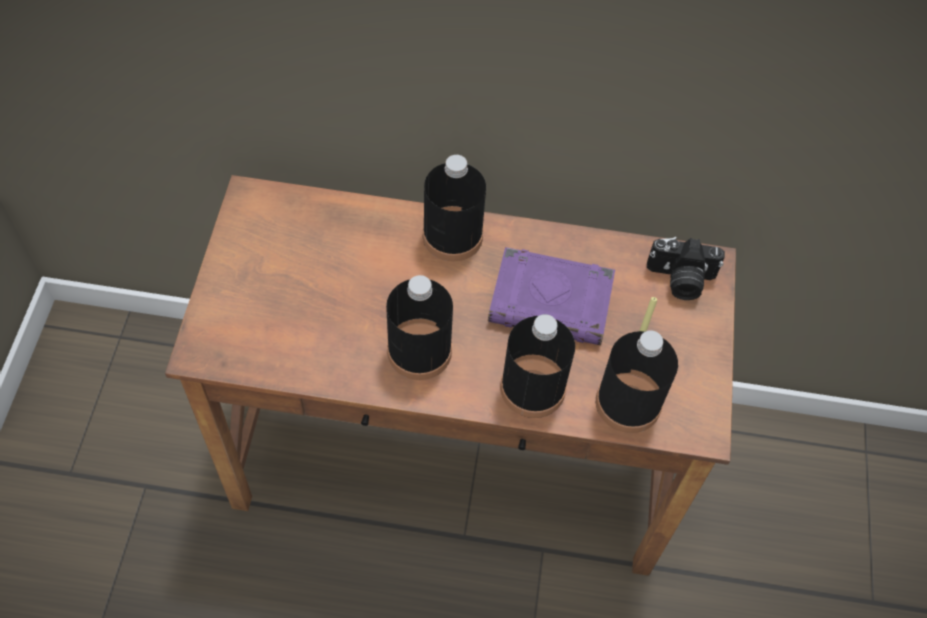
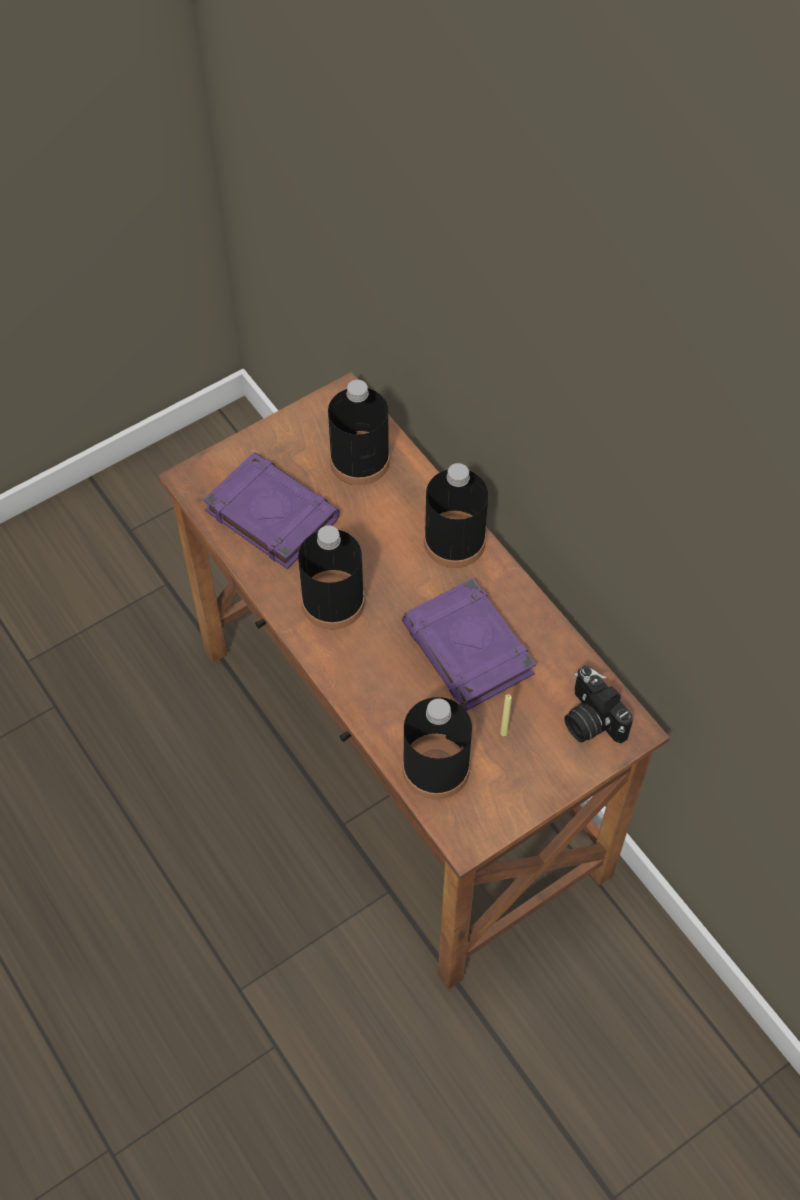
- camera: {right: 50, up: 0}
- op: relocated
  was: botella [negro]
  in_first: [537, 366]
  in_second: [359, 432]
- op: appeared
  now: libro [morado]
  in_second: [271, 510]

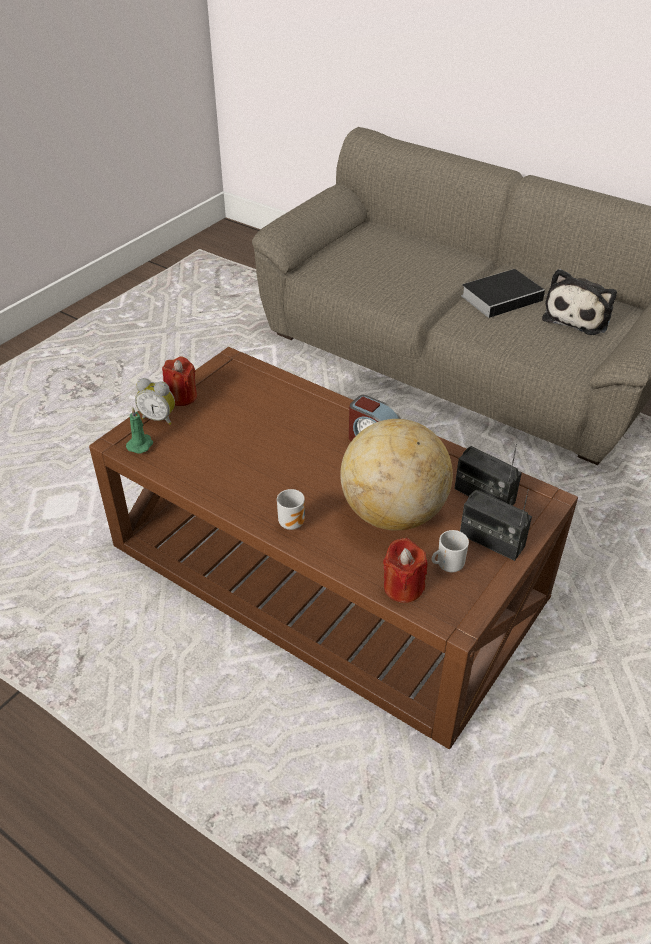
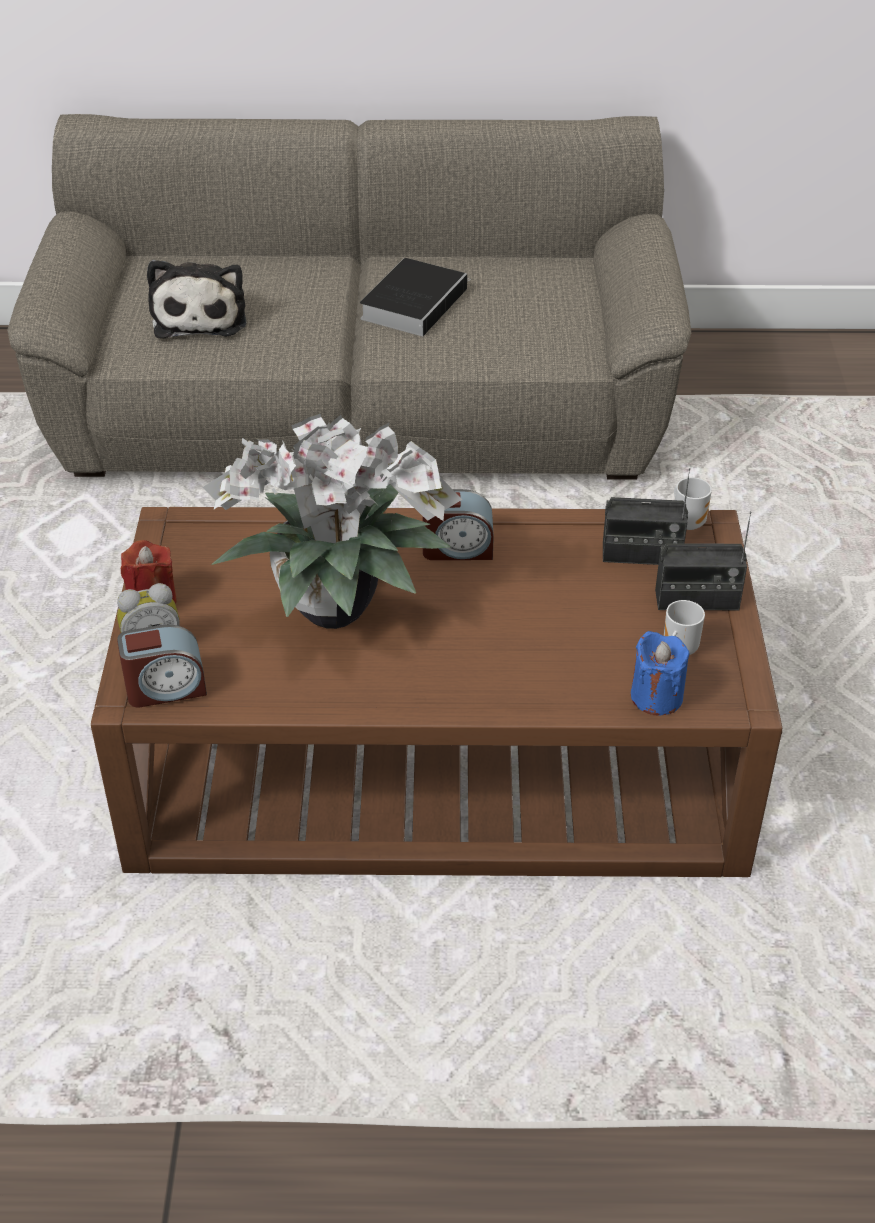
- camera: {right: -35, up: 0}
- op: exchanged
  was: vela [verde]
  now: despertador
  in_first: [139, 431]
  in_second: [162, 666]
- op: relocated
  was: taza grande
  in_first: [291, 509]
  in_second: [693, 503]
- op: missing
  was: globo terráqueo
  in_first: [396, 475]
- op: colour
  was: vela [rojo]
  now: vela [azul]
  in_first: [405, 570]
  in_second: [660, 673]
- op: relocated
  was: peluche
  in_first: [579, 302]
  in_second: [196, 299]
- op: appeared
  now: planta en maceta
  in_second: [332, 521]

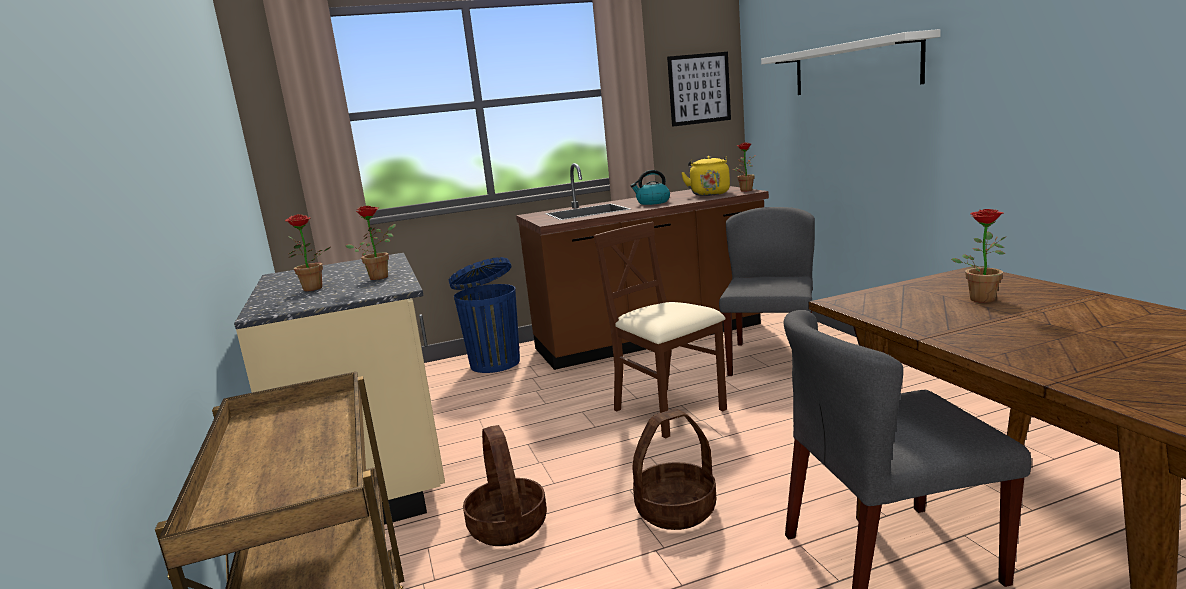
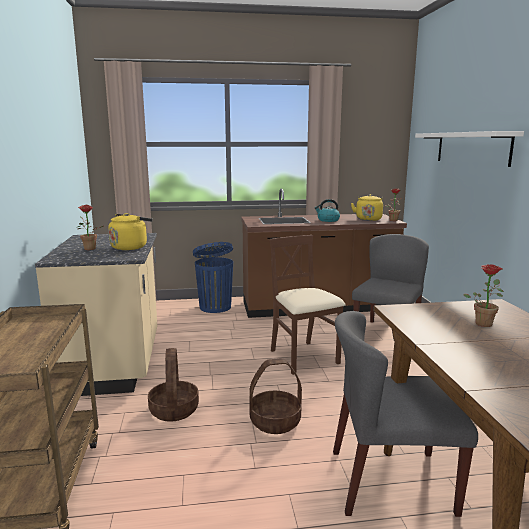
- camera: {right: 10, up: 0}
- op: exchanged
  was: planta en maceta
  now: hervidor [amarillo]
  in_first: [370, 243]
  in_second: [130, 231]
- op: missing
  was: cuadro
  in_first: [699, 89]

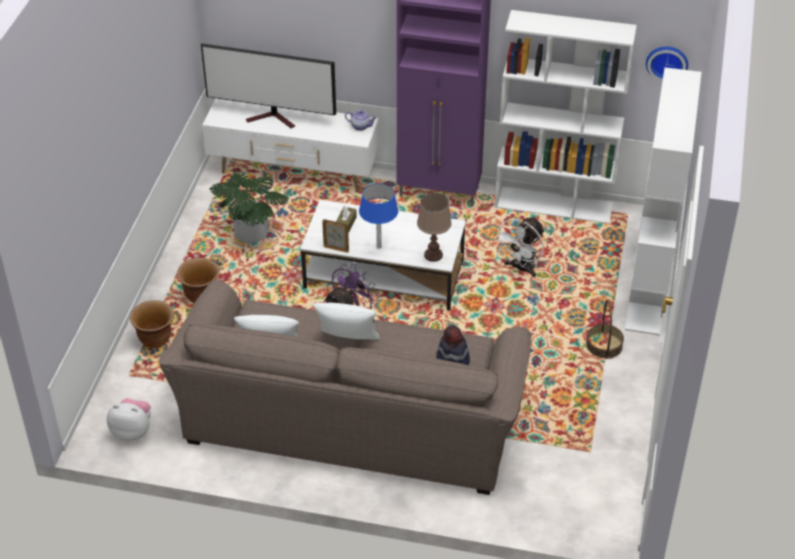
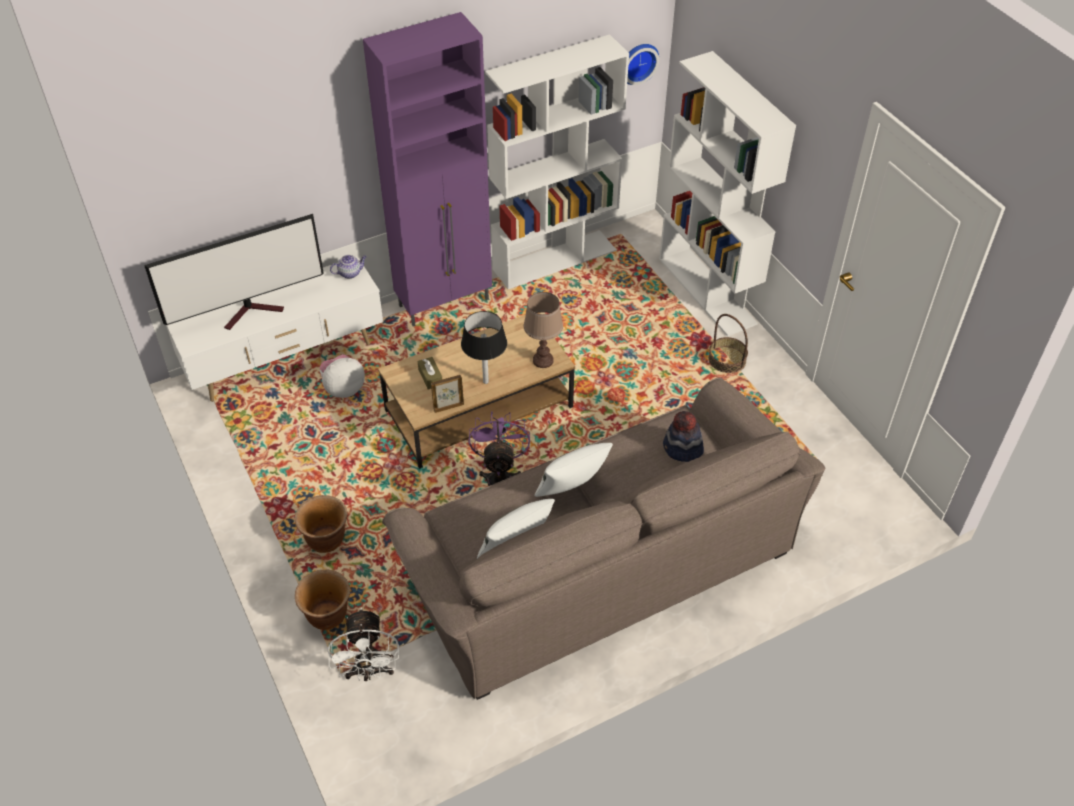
- camera: {right: -40, up: 5}
- op: relocated
  was: peluche
  in_first: [129, 420]
  in_second: [342, 376]
- op: missing
  was: planta en maceta
  in_first: [249, 208]
- op: colour
  was: mesa de centro [blanco]
  now: mesa de centro [marrón]
  in_first: [383, 255]
  in_second: [476, 392]
- op: colour
  was: lámpara de mesa [azul]
  now: lámpara de mesa [negro]
  in_first: [378, 216]
  in_second: [484, 347]
- op: relocated
  was: ventilador [blanco]
  in_first: [519, 247]
  in_second: [363, 644]

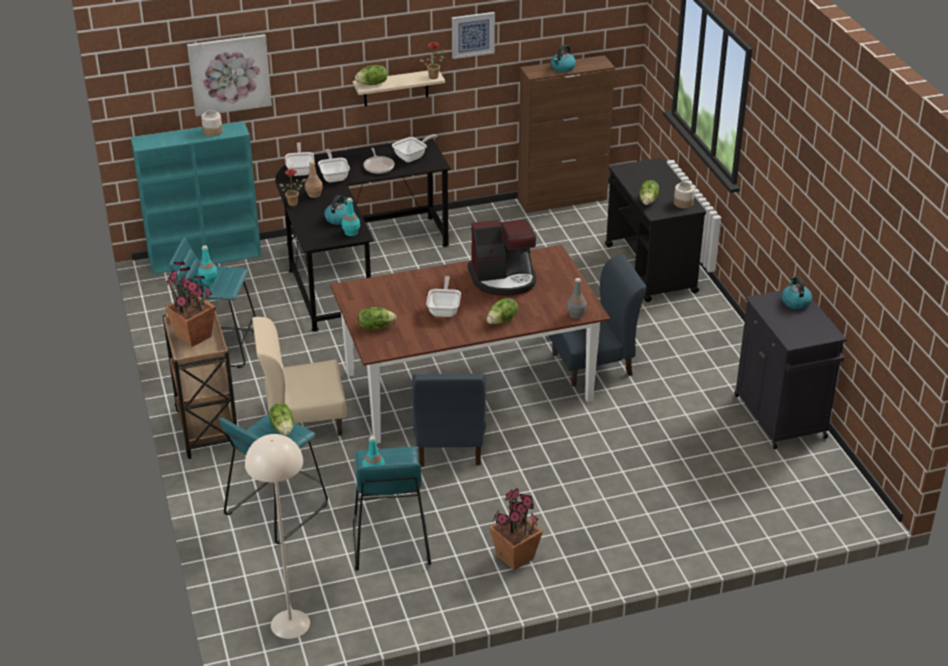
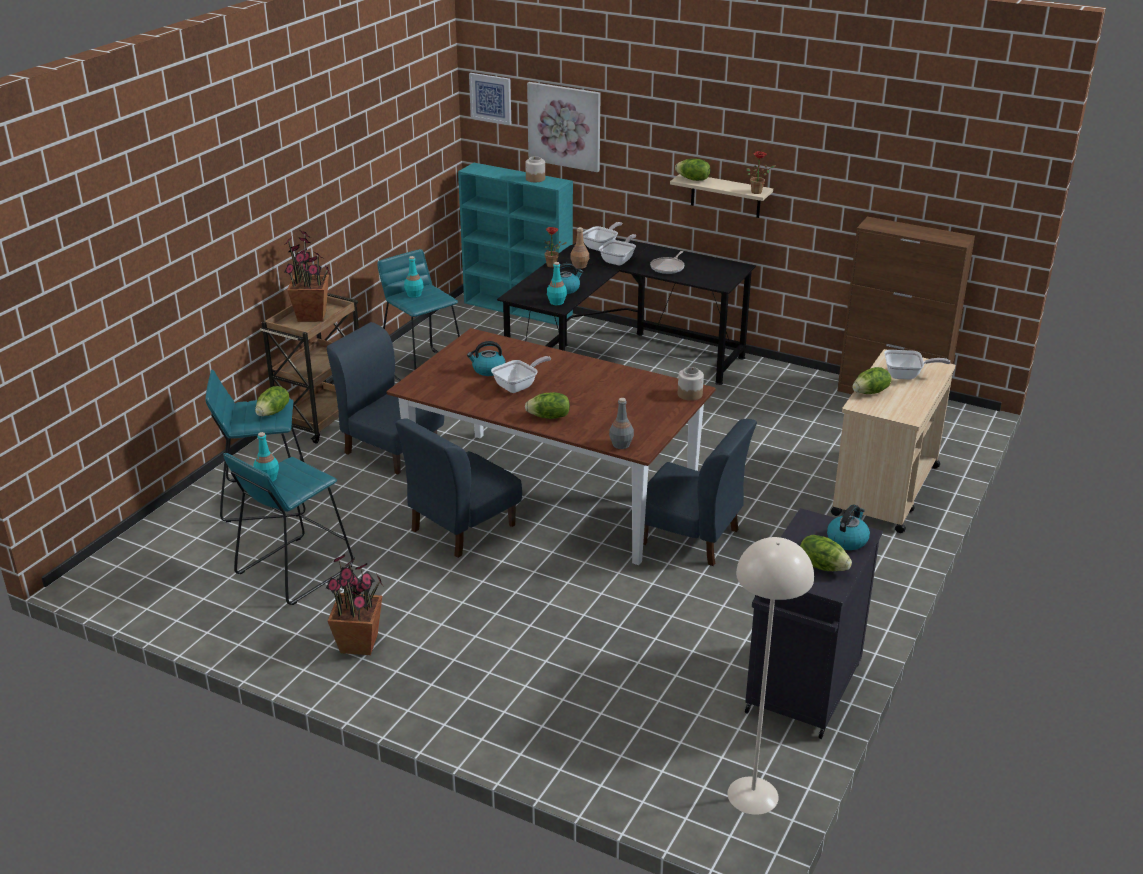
- camera: {right: 45, up: -5}
- op: relocated
  was: lámpara de pie [beis]
  in_first: [277, 536]
  in_second: [770, 676]
- op: colour
  was: silla [beis]
  now: silla [azul]
  in_first: [299, 376]
  in_second: [385, 398]
- op: relocated
  was: lechuga
  in_first: [377, 318]
  in_second: [826, 552]
- op: relocated
  was: sartén
  in_first: [414, 148]
  in_second: [917, 364]
- op: relocated
  was: cuadro
  in_first: [473, 35]
  in_second: [490, 99]
- op: missing
  was: cafetera
  in_first: [502, 257]
- op: relocated
  was: hervidor
  in_first: [563, 58]
  in_second: [486, 358]
- op: colour
  was: carrito [negro]
  now: carrito [beis]
  in_first: [655, 230]
  in_second: [893, 441]
- op: relocated
  was: tarro
  in_first: [684, 195]
  in_second: [691, 384]

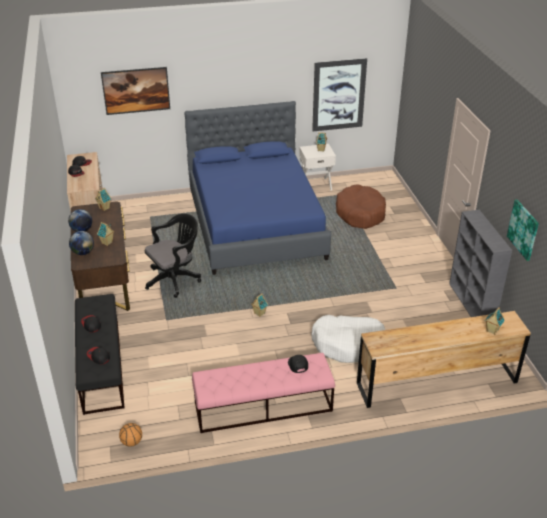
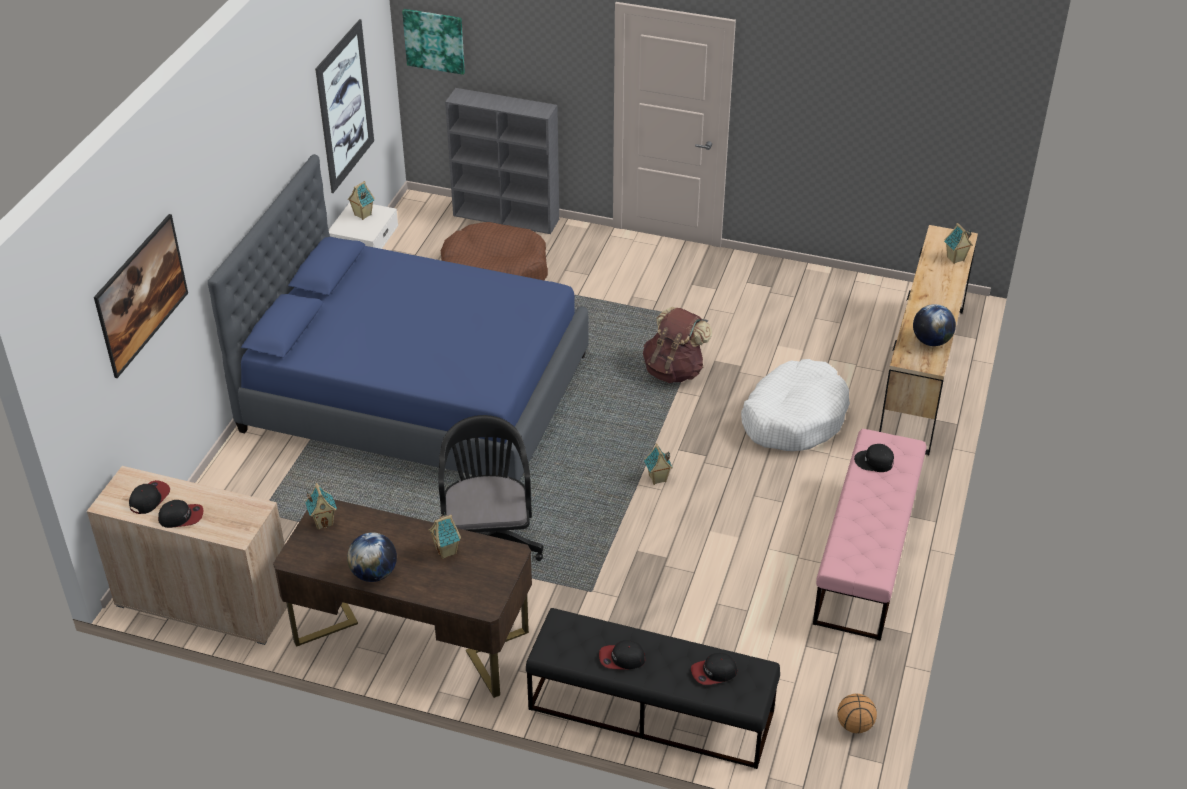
- camera: {right: -60, up: 5}
- op: relocated
  was: globo terráqueo
  in_first: [81, 243]
  in_second: [934, 325]
- op: relocated
  was: estantería [gris]
  in_first: [480, 263]
  in_second: [502, 161]
- op: relocated
  was: cuadro
  in_first: [523, 230]
  in_second: [433, 42]
- op: appeared
  now: mochila [marrón]
  in_second: [677, 345]

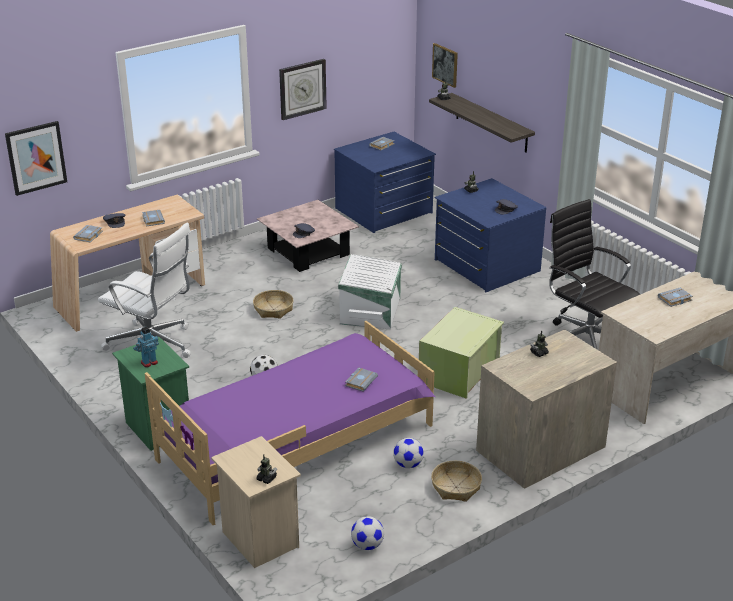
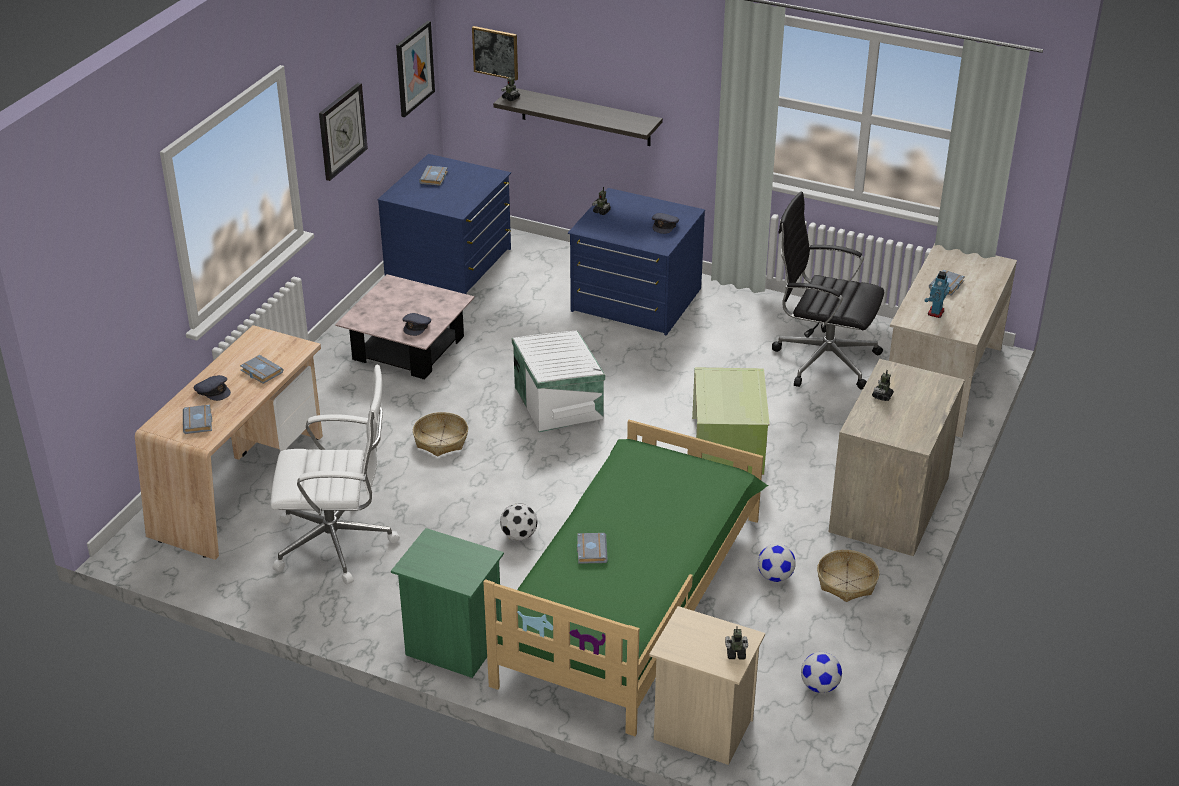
- camera: {right: -30, up: 5}
- op: relocated
  was: cuadro
  in_first: [36, 158]
  in_second: [415, 69]
- op: relocated
  was: robot de juguete
  in_first: [146, 347]
  in_second: [937, 294]
- op: colour
  was: cama [morado]
  now: cama [verde]
  in_first: [290, 423]
  in_second: [625, 578]
- op: relocated
  was: libro [gris]
  in_first: [361, 379]
  in_second: [592, 548]

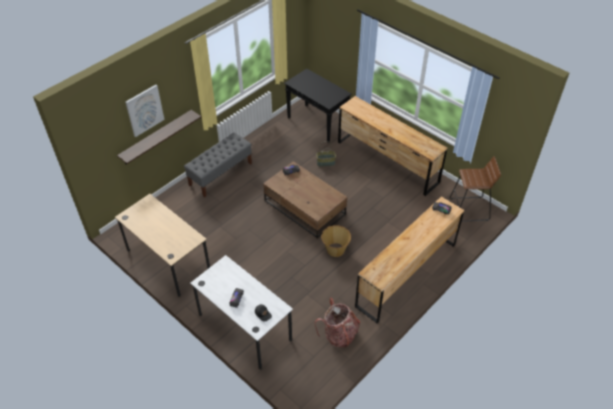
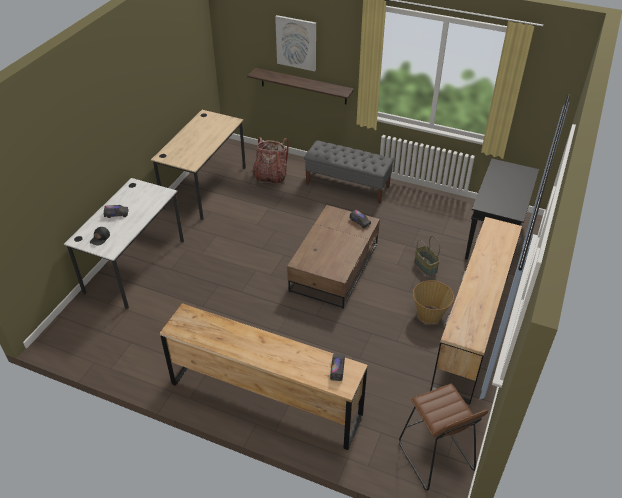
- camera: {right: 70, up: -5}
- op: relocated
  was: mochila
  in_first: [337, 323]
  in_second: [270, 160]
- op: relocated
  was: cesta
  in_first: [336, 241]
  in_second: [433, 302]

